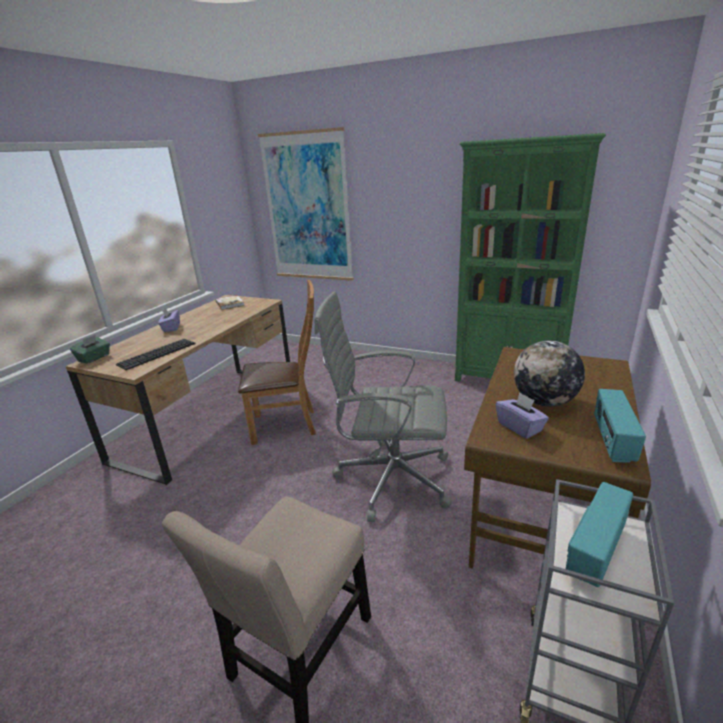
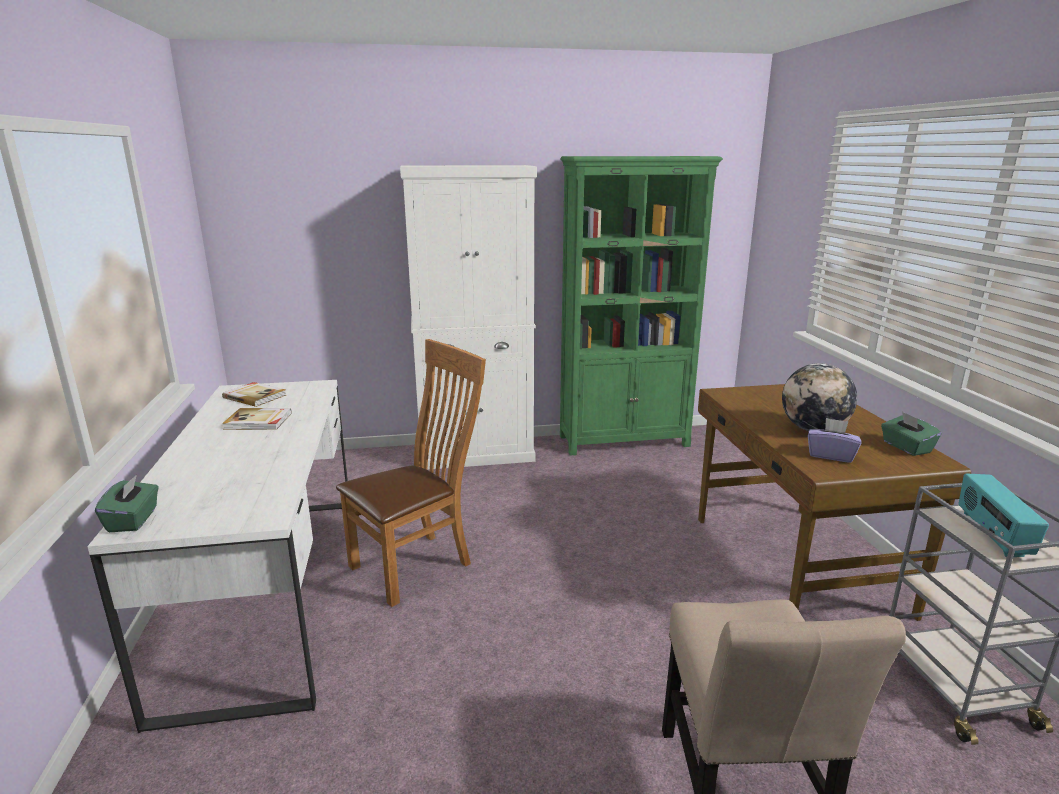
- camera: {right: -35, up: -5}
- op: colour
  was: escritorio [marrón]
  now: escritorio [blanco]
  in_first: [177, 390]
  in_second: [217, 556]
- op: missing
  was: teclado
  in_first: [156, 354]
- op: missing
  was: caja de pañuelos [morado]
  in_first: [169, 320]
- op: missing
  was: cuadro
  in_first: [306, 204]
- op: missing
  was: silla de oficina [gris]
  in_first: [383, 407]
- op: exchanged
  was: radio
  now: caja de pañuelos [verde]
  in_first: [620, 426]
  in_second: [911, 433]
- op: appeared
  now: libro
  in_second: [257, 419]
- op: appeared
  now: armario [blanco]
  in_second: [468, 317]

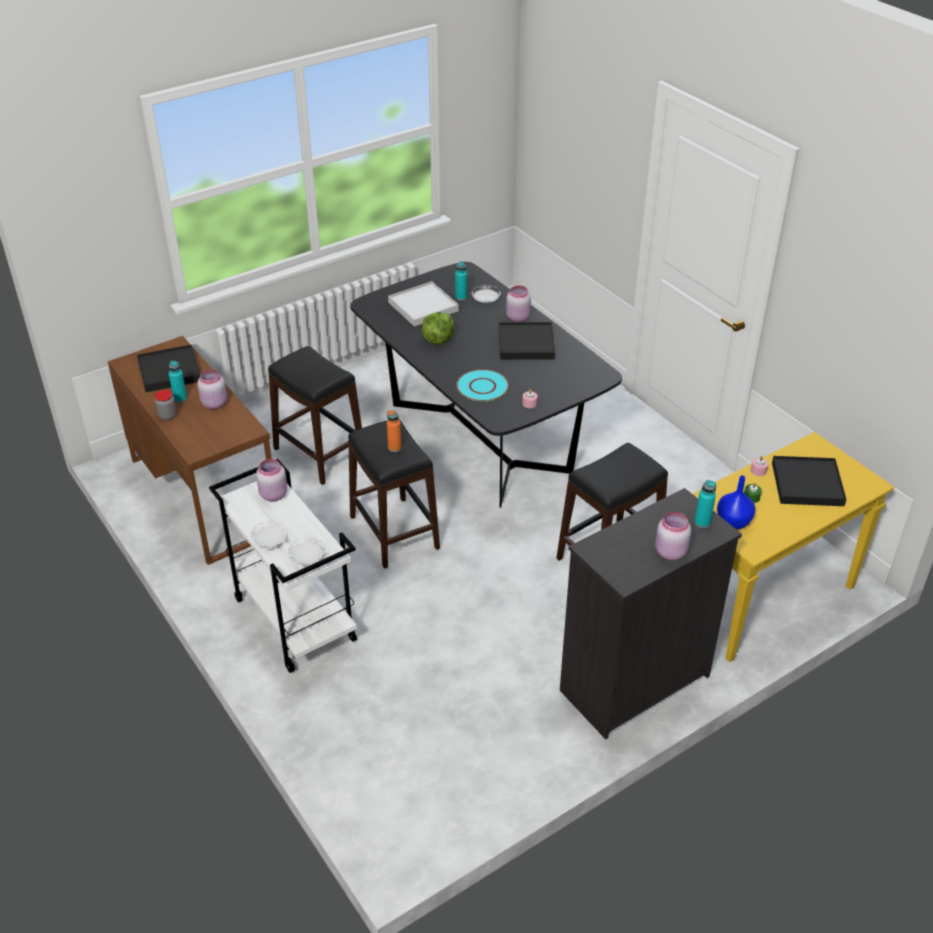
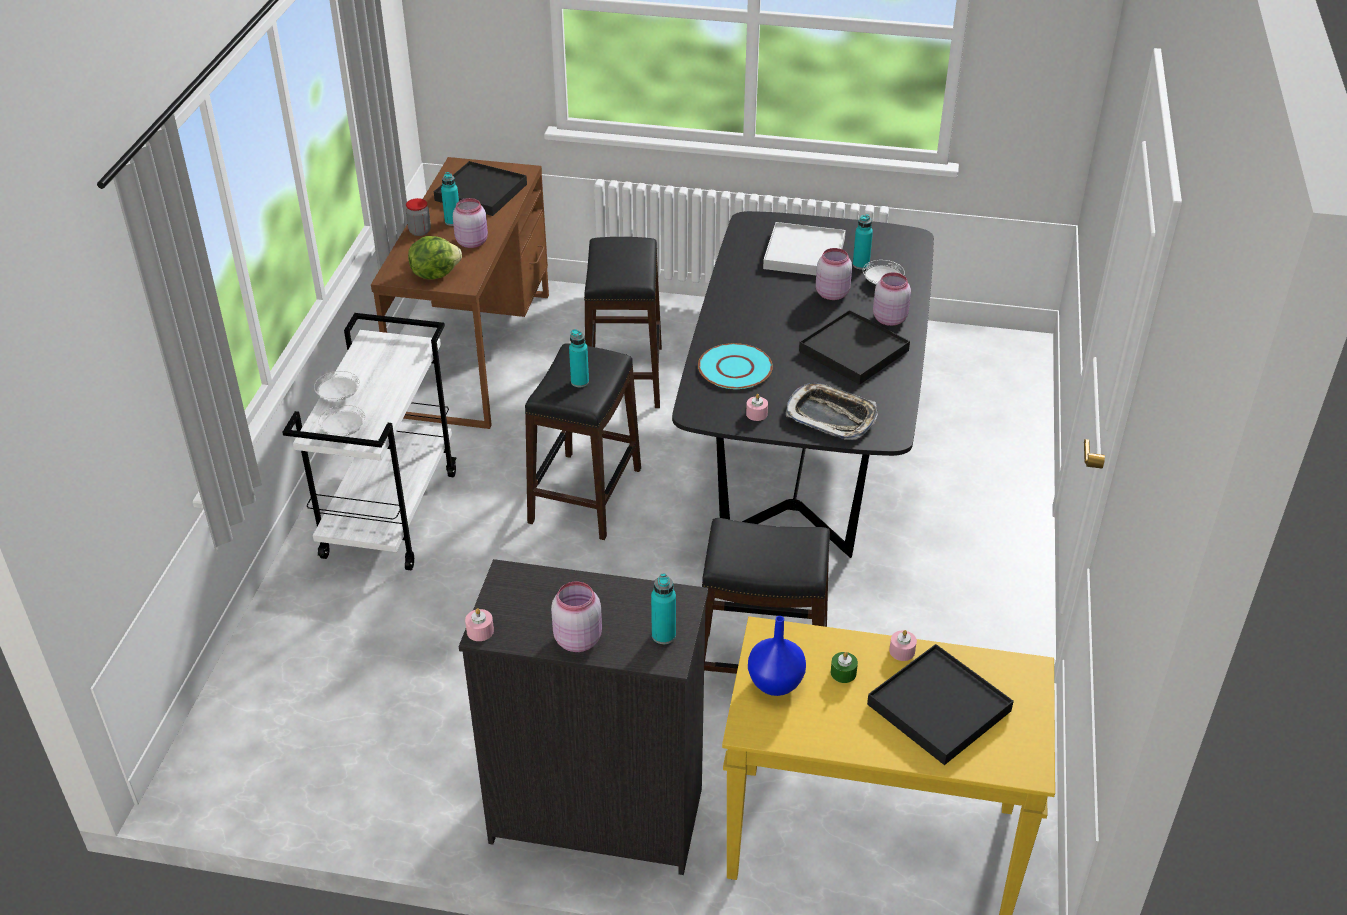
- camera: {right: 45, up: 0}
- op: relocated
  was: tarro [rosa]
  in_first: [271, 480]
  in_second: [834, 274]
- op: colour
  was: botella [naranja]
  now: botella [turquesa]
  in_first: [394, 431]
  in_second: [579, 358]
- op: relocated
  was: lechuga
  in_first: [438, 328]
  in_second: [435, 258]
- op: appeared
  now: vela [rosa]
  in_second: [479, 624]
- op: appeared
  now: bandeja
  in_second: [832, 411]

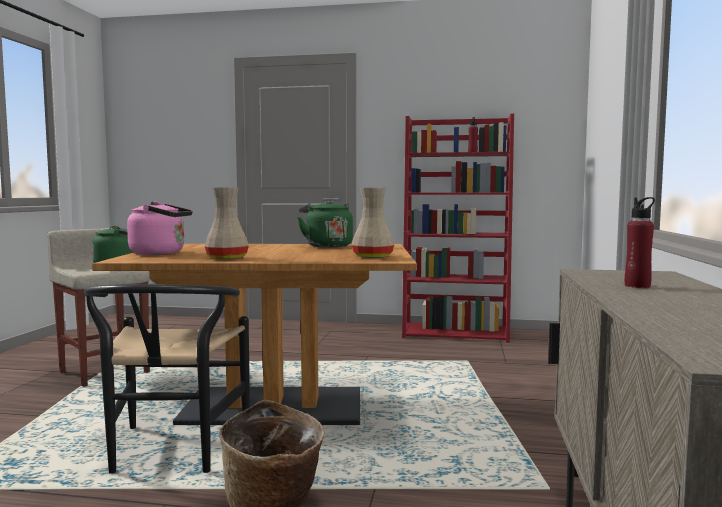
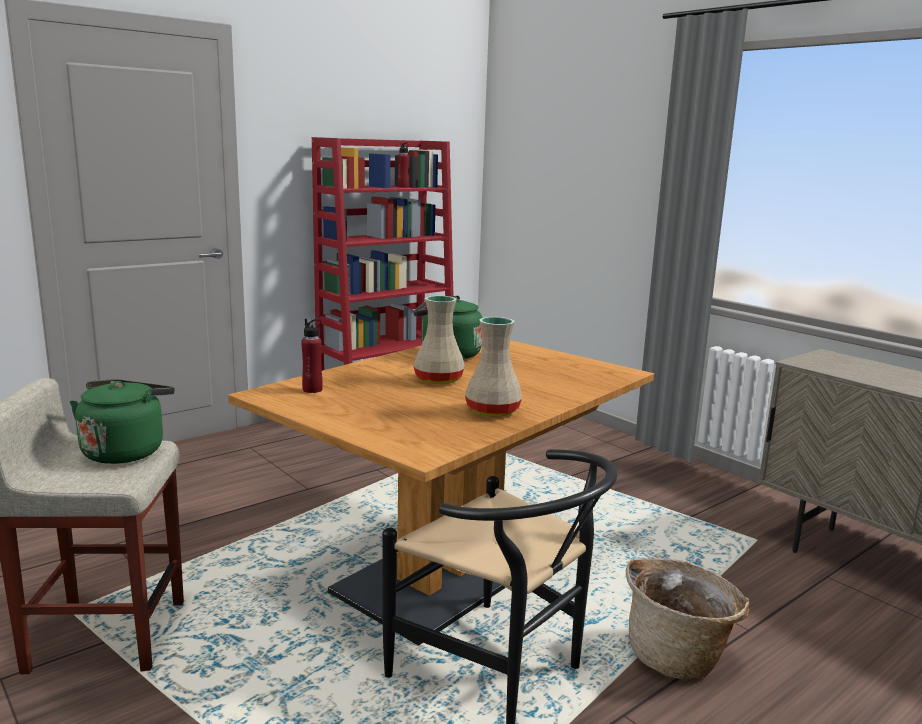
- camera: {right: -50, up: 10}
- op: missing
  was: hervidor [rosa]
  in_first: [160, 228]
- op: relocated
  was: florero [beis]
  in_first: [373, 223]
  in_second: [439, 340]
- op: relocated
  was: botella [rojo]
  in_first: [640, 242]
  in_second: [312, 356]

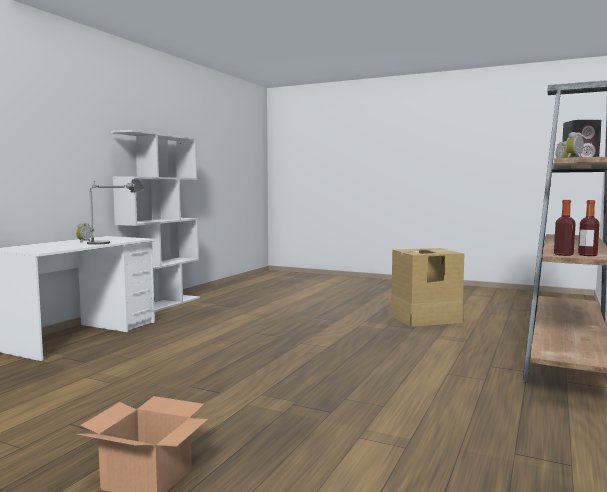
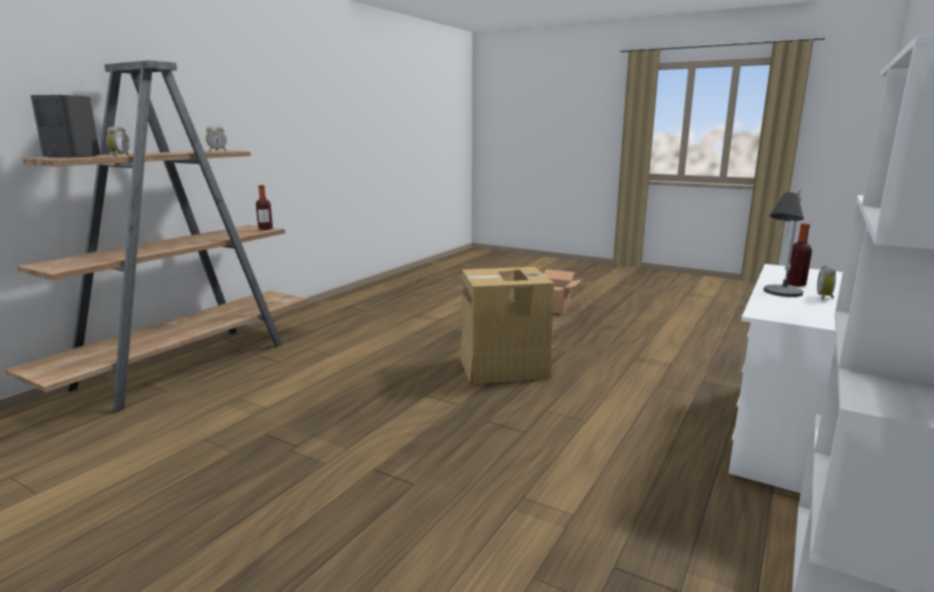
- camera: {right: -175, up: 10}
- op: relocated
  was: caja de cartón
  in_first: [427, 287]
  in_second: [507, 325]
- op: relocated
  was: botella
  in_first: [589, 228]
  in_second: [799, 255]

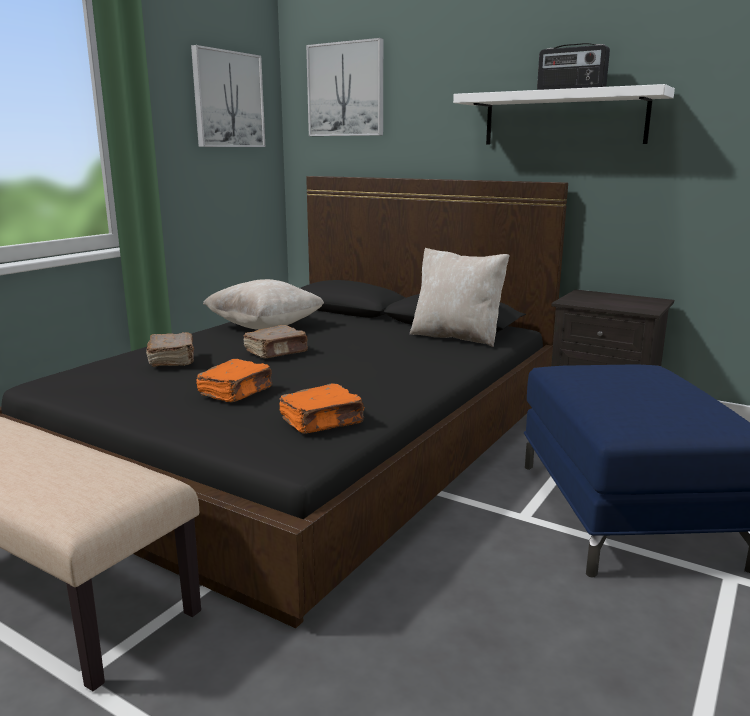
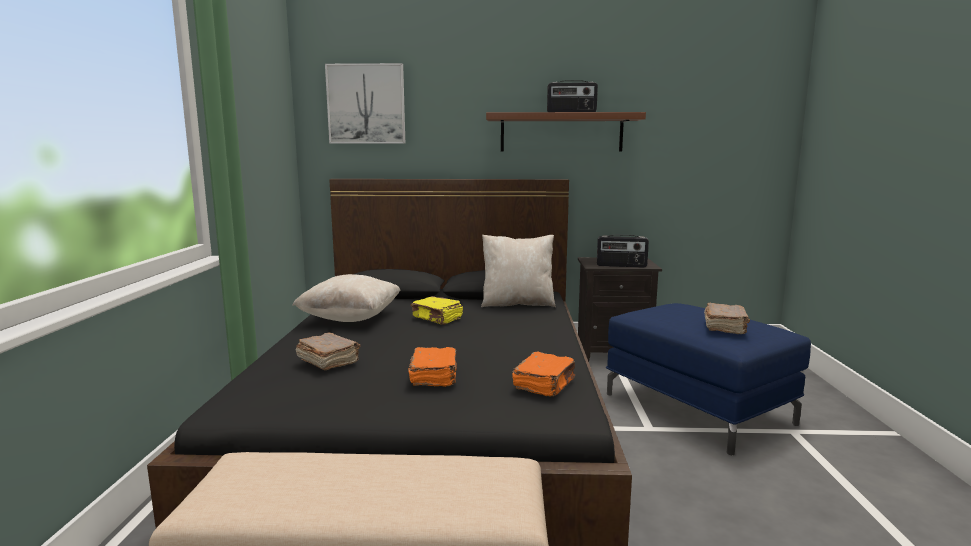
- camera: {right: -30, up: -5}
- op: missing
  was: cuadro
  in_first: [228, 96]
- op: relocated
  was: libro [marrón]
  in_first: [275, 341]
  in_second: [727, 318]
- op: colour
  was: estante [blanco]
  now: estante [marrón]
  in_first: [564, 114]
  in_second: [566, 131]
- op: appeared
  now: libro [amarillo]
  in_second: [436, 310]
- op: appeared
  now: radio
  in_second: [623, 251]

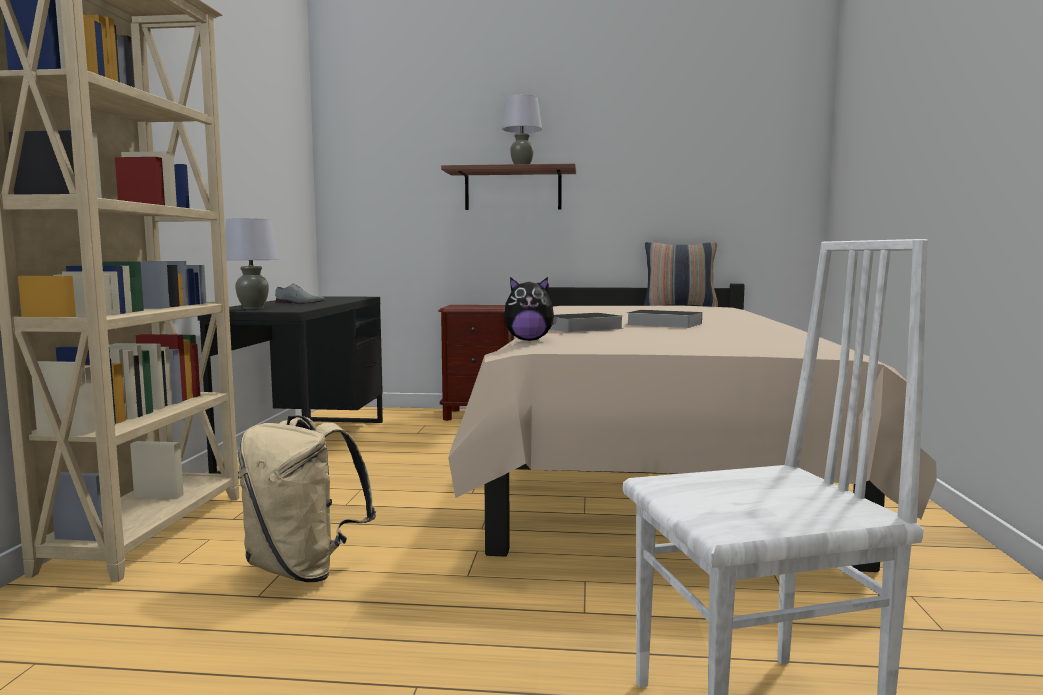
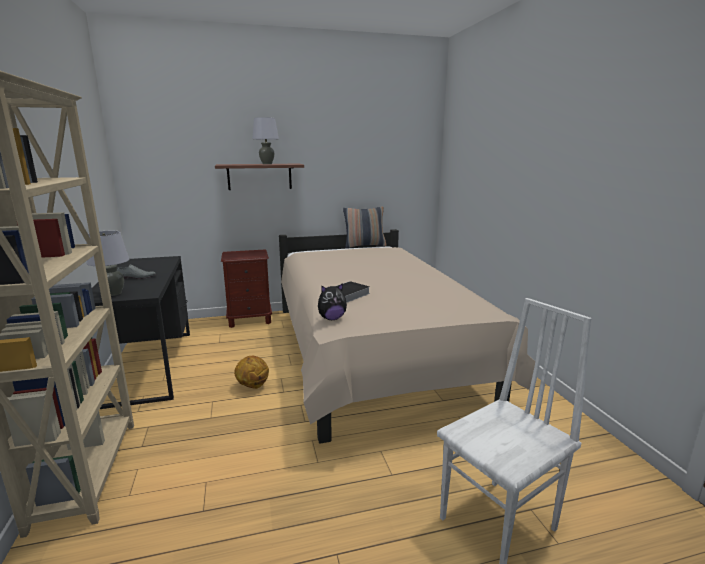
- camera: {right: -20, up: 10}
- op: missing
  was: mochila [beis]
  in_first: [307, 498]
- op: missing
  was: libro
  in_first: [664, 319]
- op: appeared
  now: balón de baloncesto
  in_second: [251, 372]

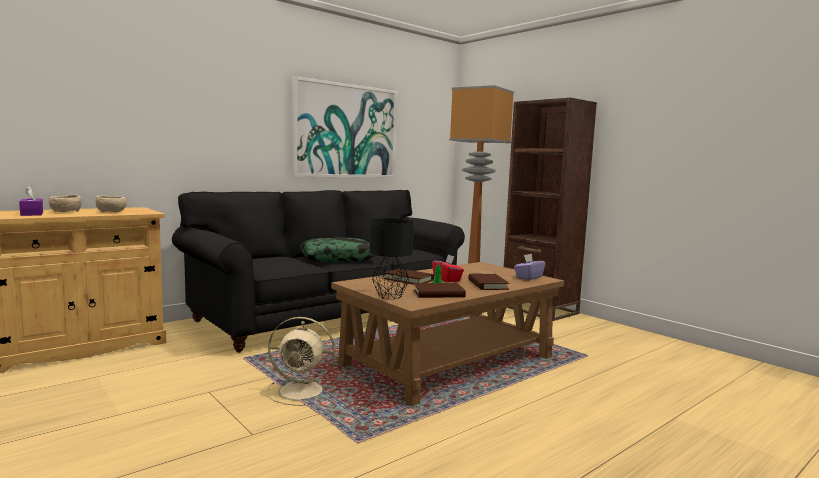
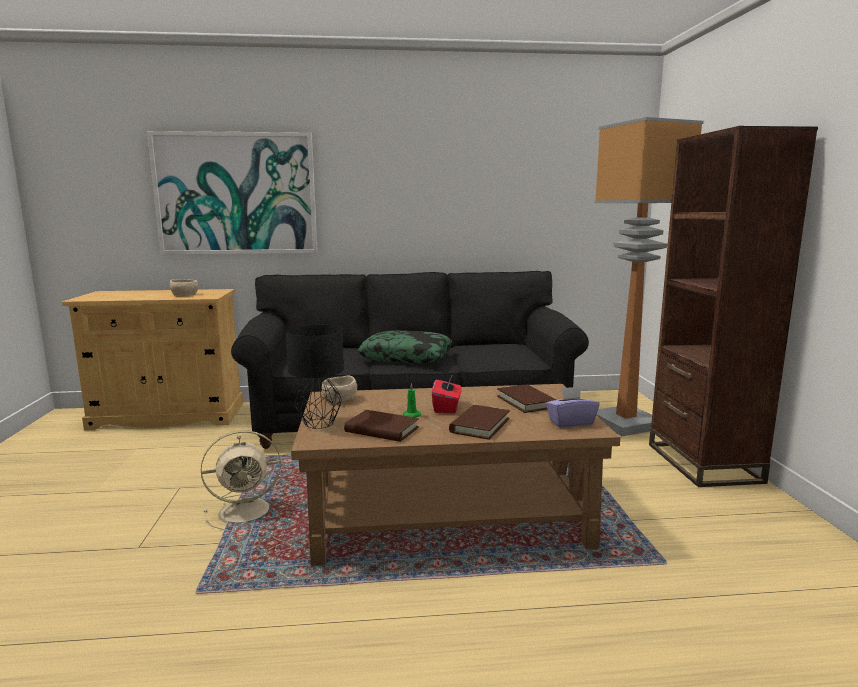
- camera: {right: 35, up: 5}
- op: missing
  was: caja de pañuelos [morado]
  in_first: [31, 201]
- op: relocated
  was: cuenco [beis]
  in_first: [65, 203]
  in_second: [339, 389]
- op: spun
  was: ventilador [beis]
  in_first: [301, 361]
  in_second: [241, 480]
  clockwise: -60
- op: relocated
  was: cuadro
  in_first: [344, 127]
  in_second: [232, 193]
- op: relocated
  was: libro [marrón]
  in_first: [409, 276]
  in_second: [527, 398]

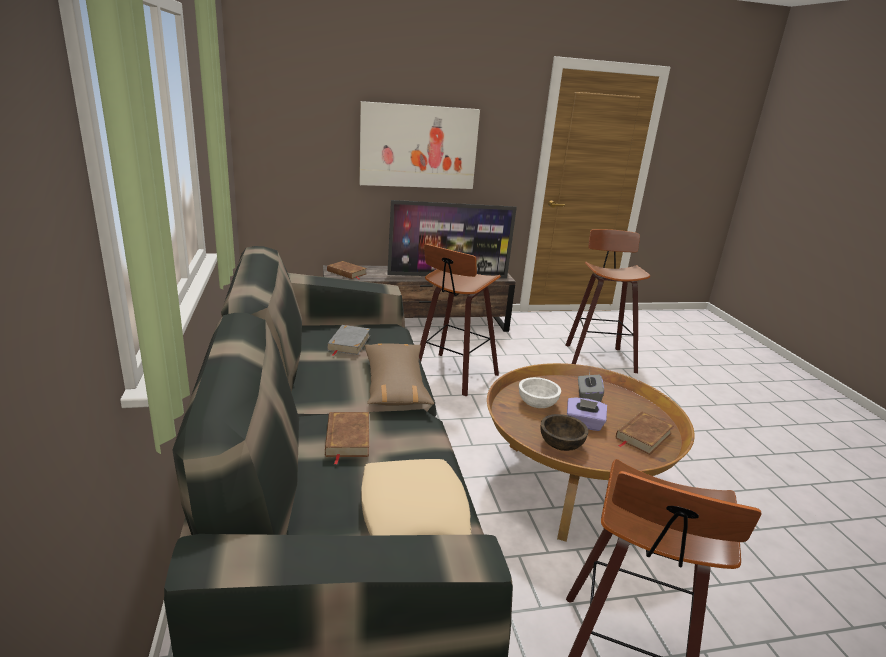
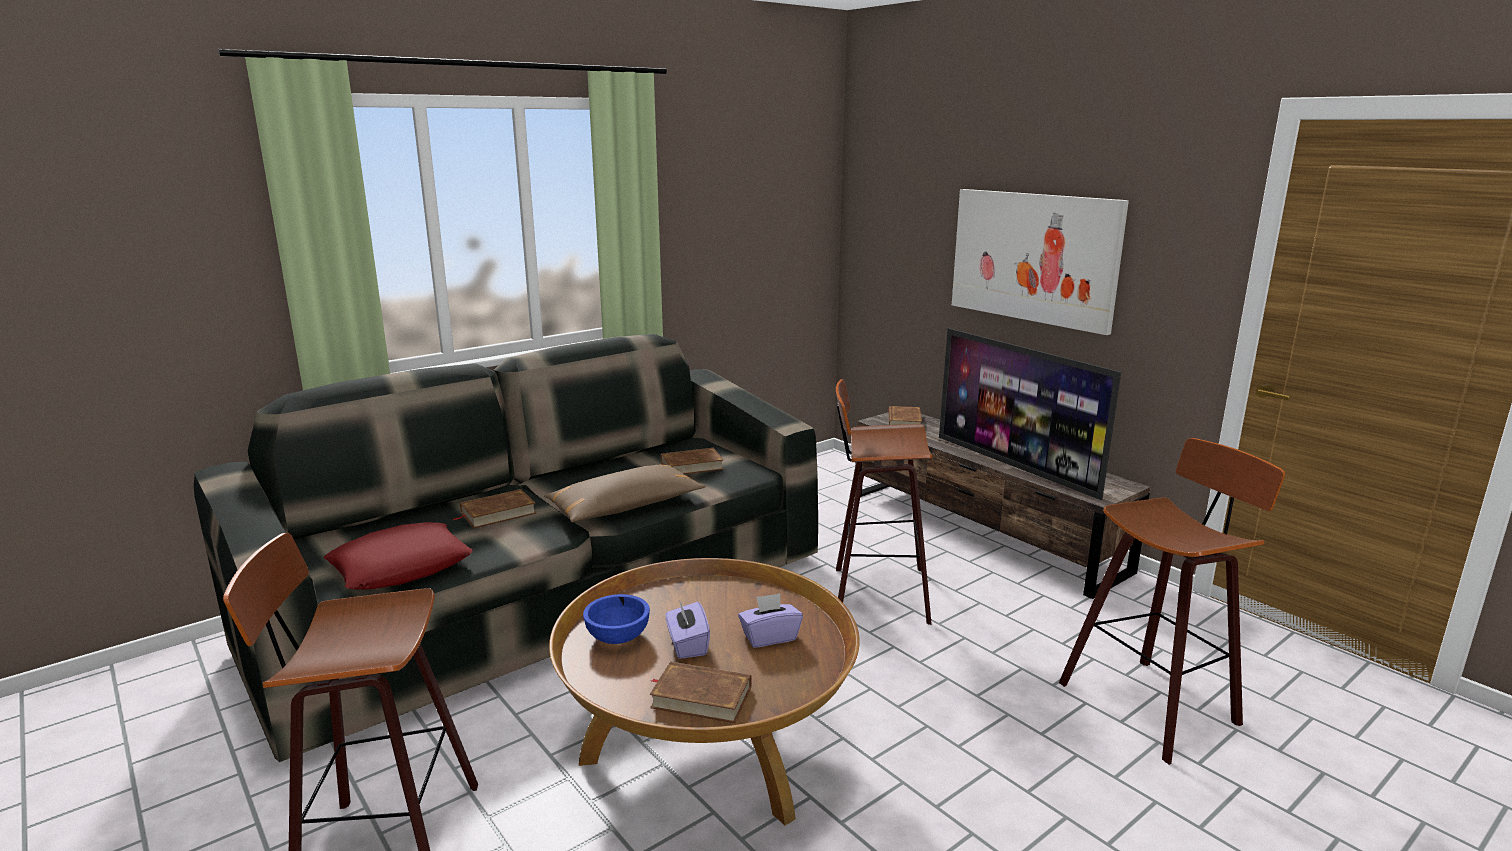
- camera: {right: 65, up: -5}
- op: colour
  was: libro [gris]
  now: libro [marrón]
  in_first: [348, 340]
  in_second: [692, 461]
- op: colour
  was: cojín [beis]
  now: cojín [rojo]
  in_first: [416, 497]
  in_second: [398, 556]
- op: missing
  was: cuenco [blanco]
  in_first: [540, 392]
- op: colour
  was: cuenco [marrón]
  now: cuenco [azul]
  in_first: [565, 432]
  in_second: [616, 619]
- op: colour
  was: caja de pañuelos [gris]
  now: caja de pañuelos [morado]
  in_first: [591, 387]
  in_second: [770, 620]

